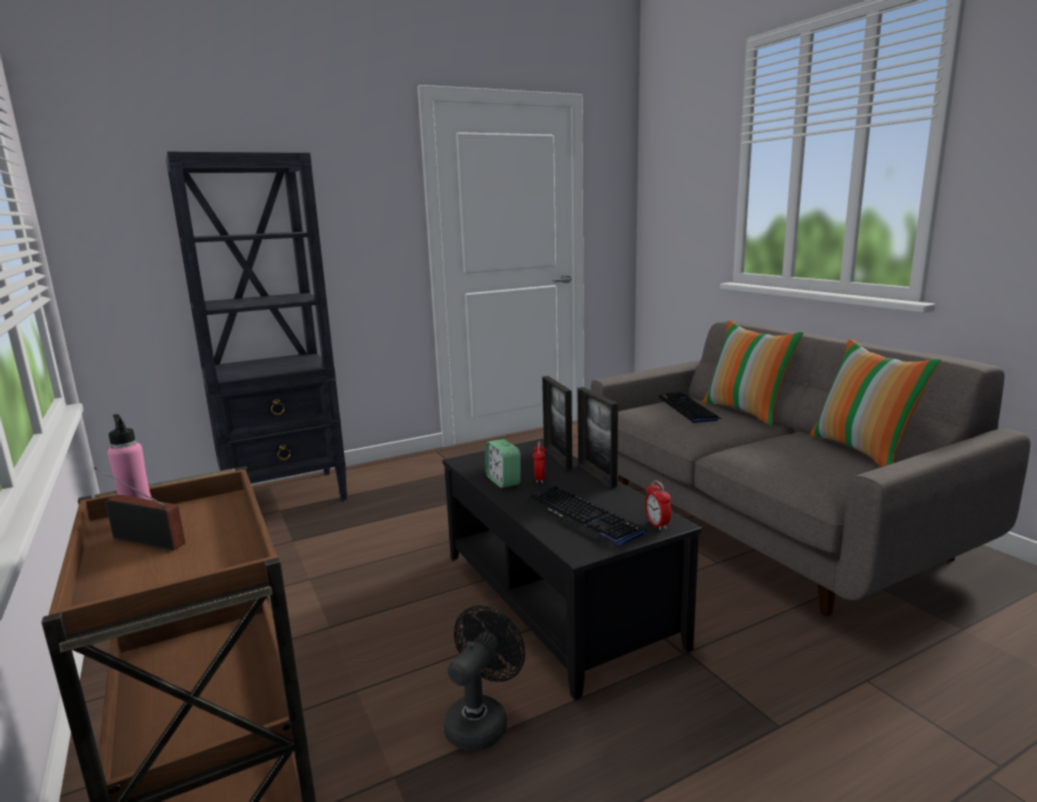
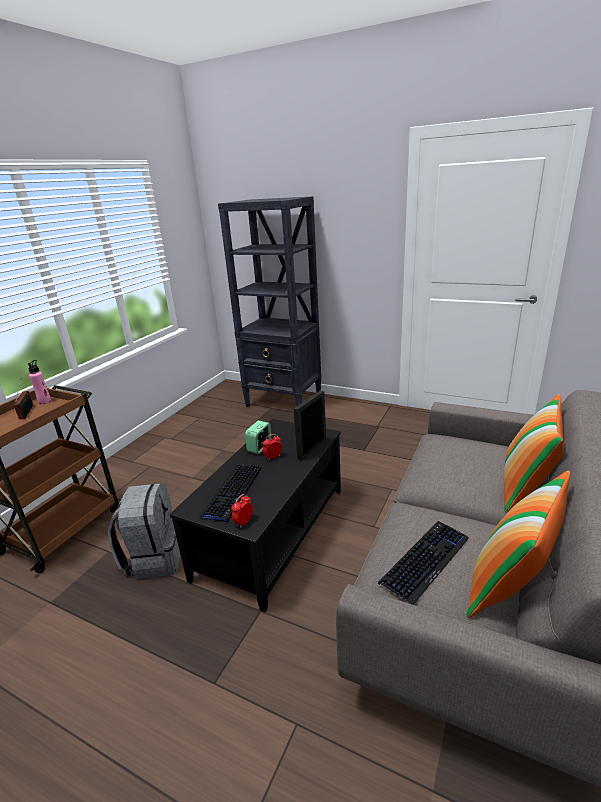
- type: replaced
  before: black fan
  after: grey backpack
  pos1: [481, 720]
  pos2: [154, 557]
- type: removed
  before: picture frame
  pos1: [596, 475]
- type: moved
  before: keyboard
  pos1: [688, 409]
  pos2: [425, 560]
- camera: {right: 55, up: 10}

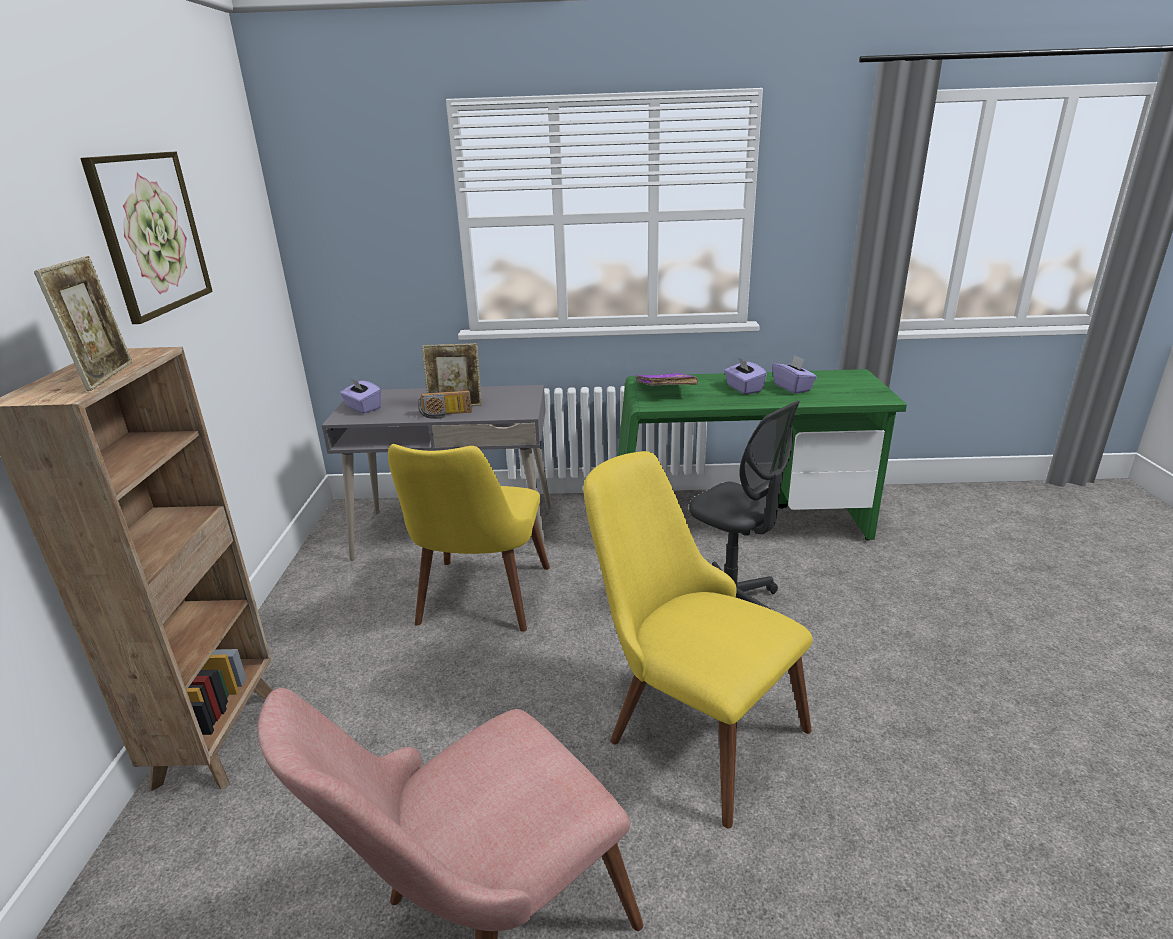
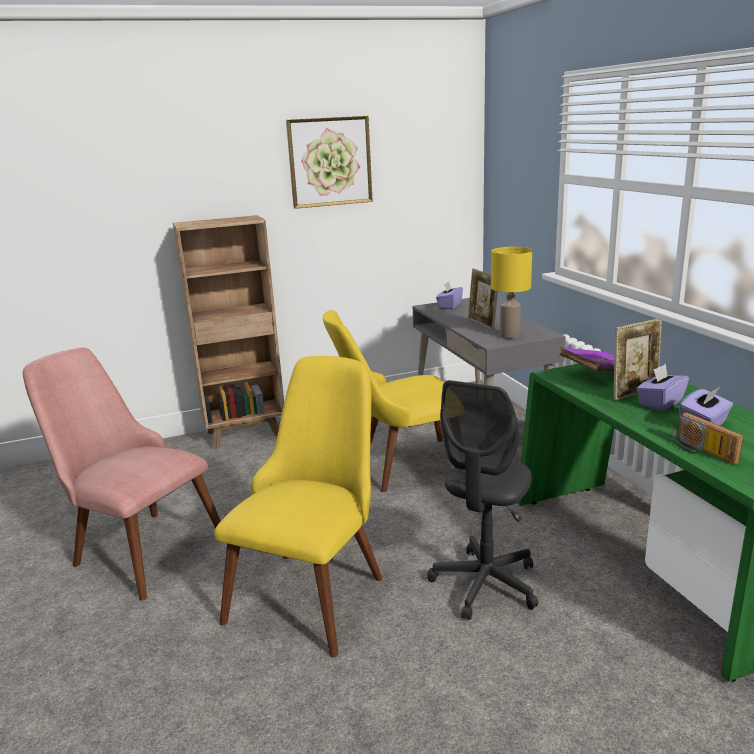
- type: moved
  before: picture frame
  pos1: [107, 376]
  pos2: [634, 393]
- type: moved
  before: radio
  pos1: [445, 415]
  pos2: [700, 451]
- type: added
  after: yellow table lamp
  pos2: [509, 336]
- camera: {right: 70, up: -5}

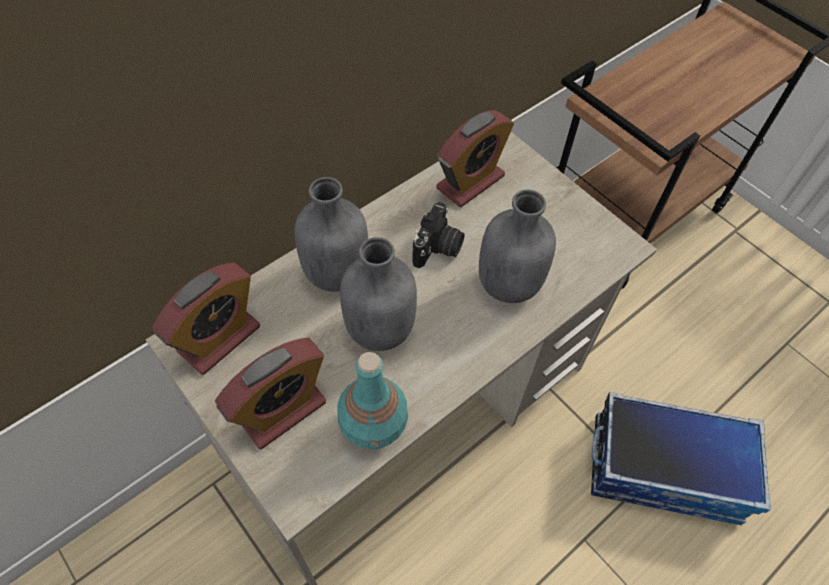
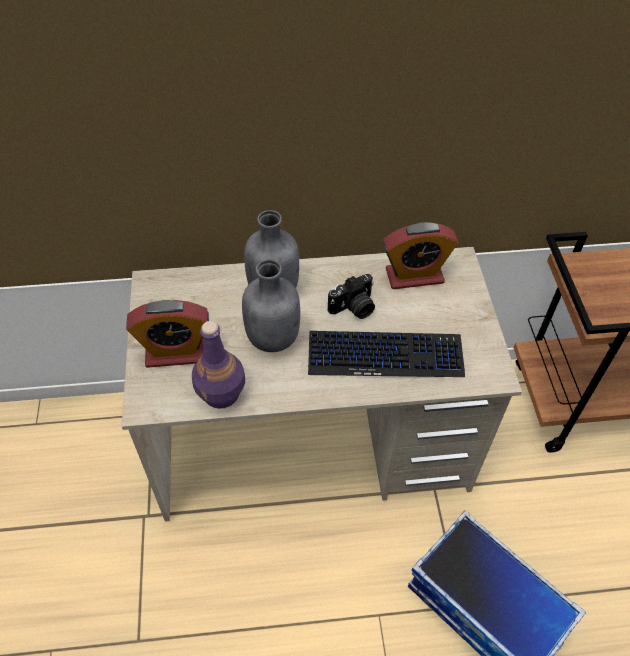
- type: removed
  before: alarm clock
  pos1: [219, 338]
- type: recoloured
  before: turquoise bottle
  after: purple bottle
  pos1: [374, 426]
  pos2: [222, 393]
- type: replaced
  before: grey bottle
  after: keyboard
  pos1: [509, 283]
  pos2: [385, 355]
- camera: {right: 35, up: -5}

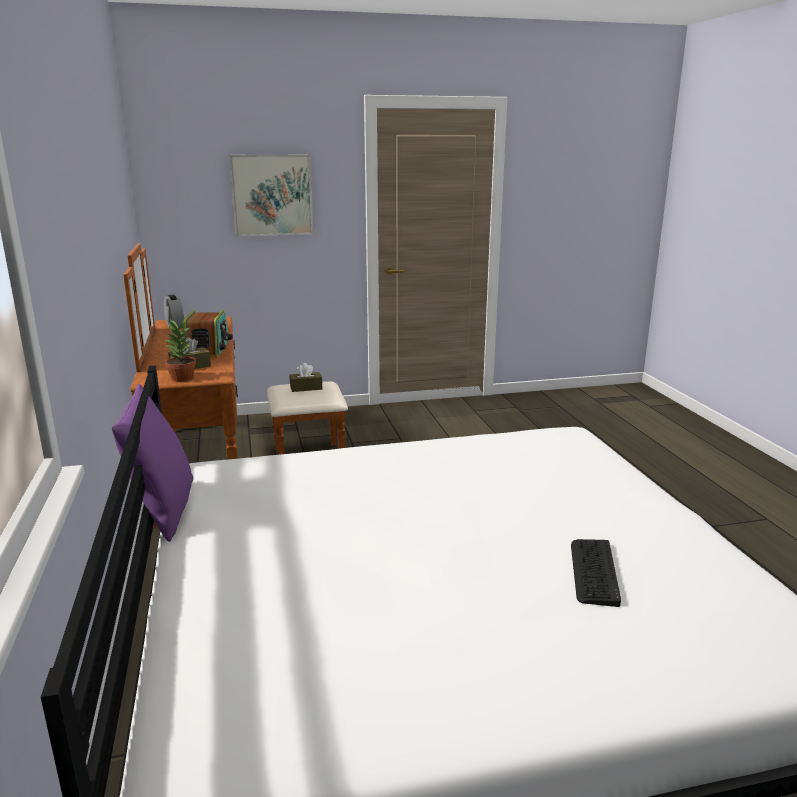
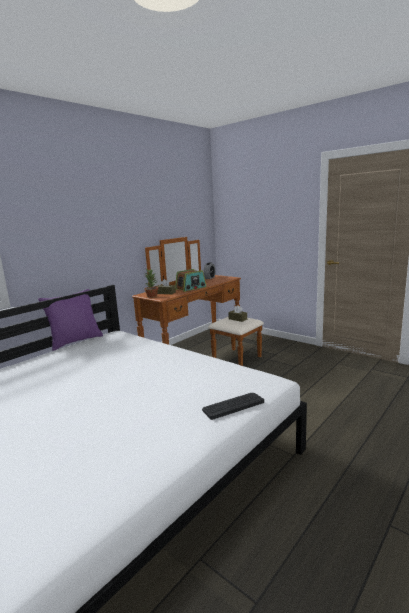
- type: removed
  before: picture
  pos1: [272, 195]
- type: moved
  before: keyboard
  pos1: [593, 572]
  pos2: [233, 405]
- camera: {right: 55, up: -5}

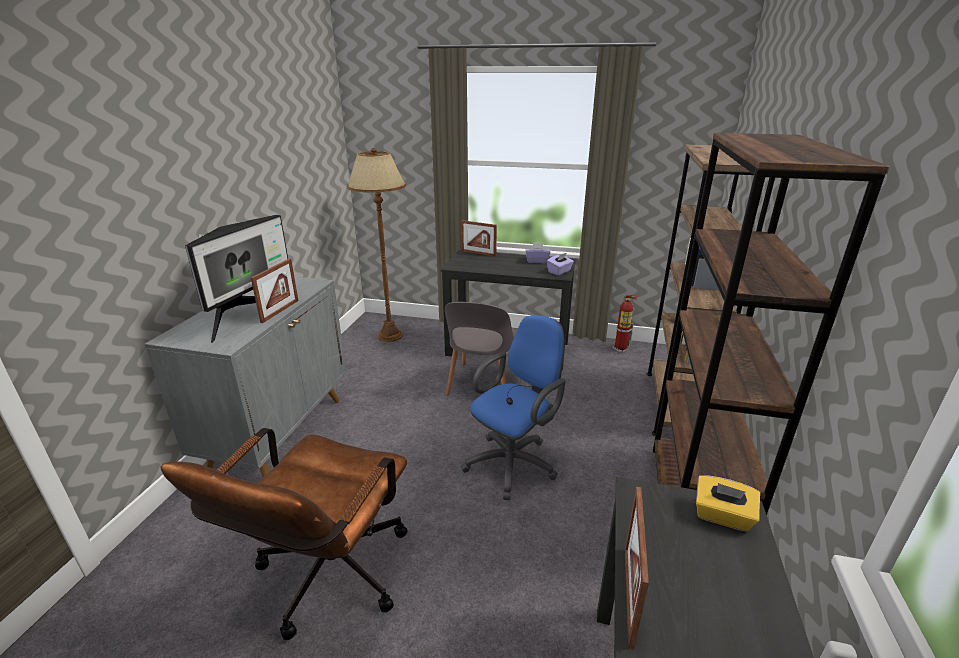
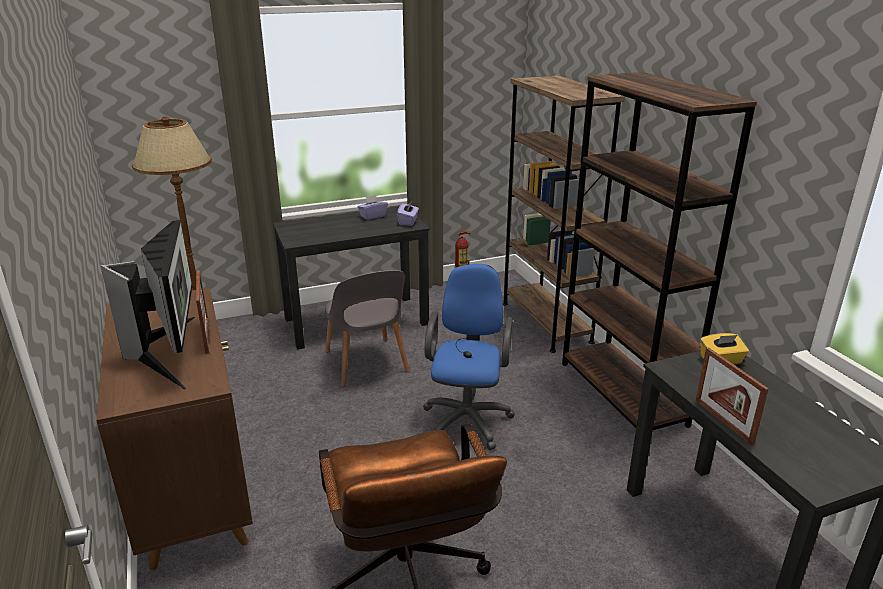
- type: recoloured
  before: grey cabinet
  after: brown cabinet
  pos1: [279, 431]
  pos2: [193, 493]
- type: removed
  before: picture frame
  pos1: [478, 253]
- camera: {right: -35, up: 0}

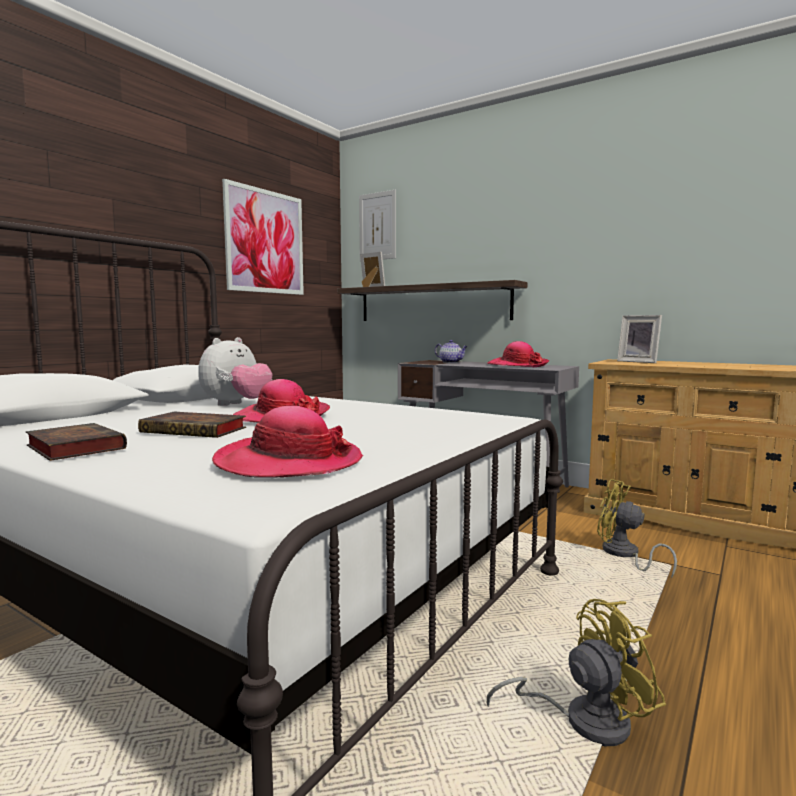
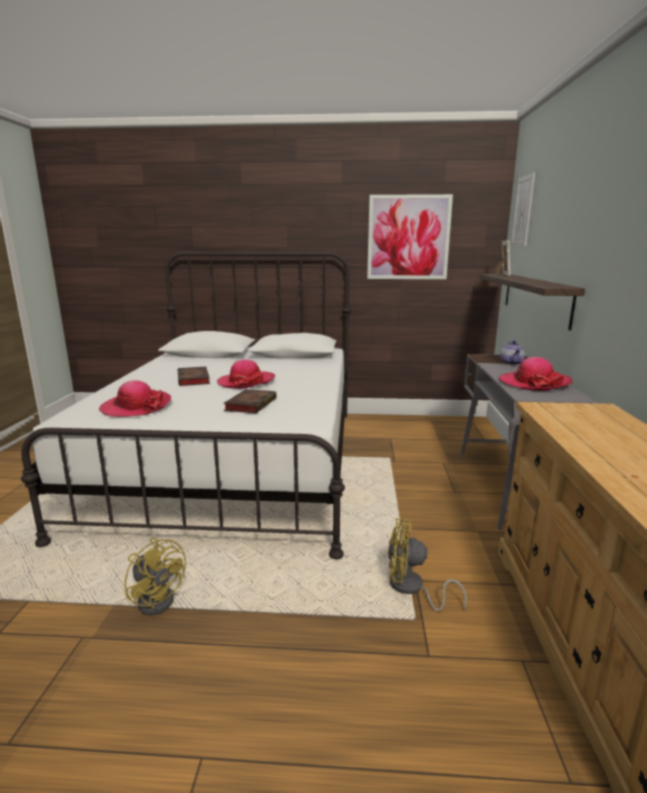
- type: moved
  before: book
  pos1: [73, 447]
  pos2: [251, 404]
- type: removed
  before: plush toy
  pos1: [236, 404]
- type: turned
  before: yellow fan
  pos1: [624, 555]
  pos2: [411, 589]
  turn: -90
- type: removed
  before: picture frame
  pos1: [639, 362]
- camera: {right: 60, up: 10}

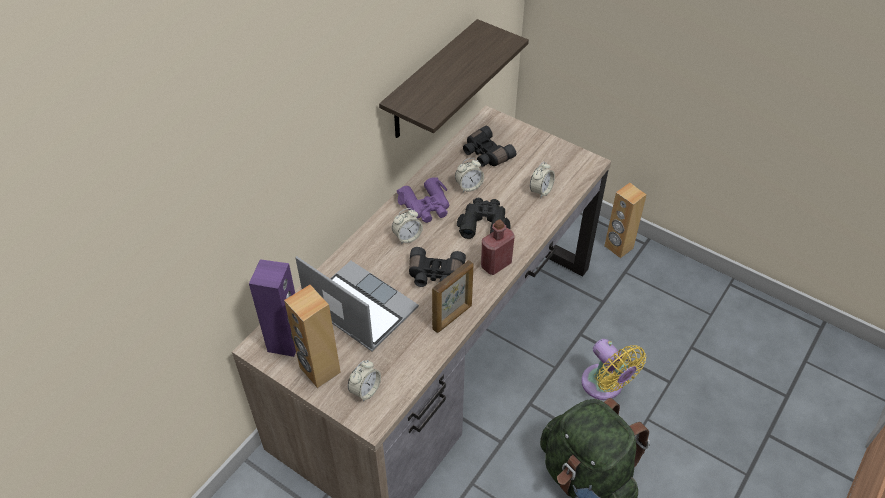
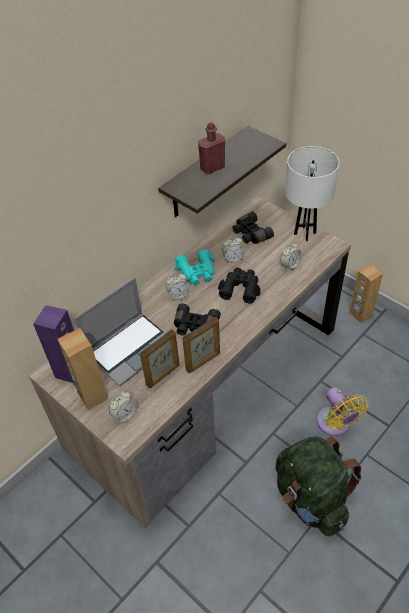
- type: turned
  before: laptop
  pos1: [358, 307]
  pos2: [131, 348]
  turn: 90
- type: recoloured
  before: purple binoculars
  after: turquoise binoculars
  pos1: [426, 206]
  pos2: [197, 272]
- type: moved
  before: red bottle
  pos1: [496, 264]
  pos2: [212, 168]
- type: added
  after: picture frame
  pos2: [163, 375]
- type: added
  after: white table lamp
  pos2: [305, 233]
- camera: {right: 10, up: 0}

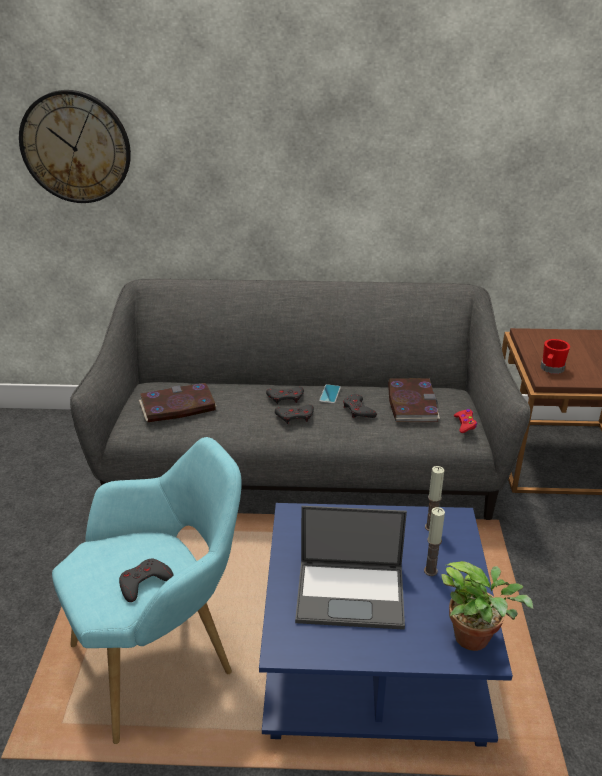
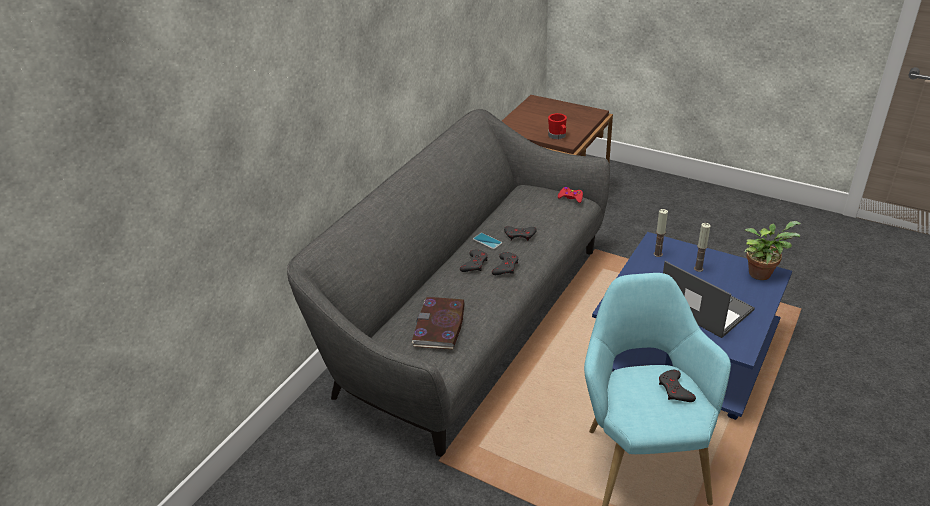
- type: removed
  before: wall clock
  pos1: [76, 147]
- type: turned
  before: laptop
  pos1: [352, 593]
  pos2: [704, 306]
  turn: -75
- type: removed
  before: book
  pos1: [411, 403]
- camera: {right: -60, up: 5}

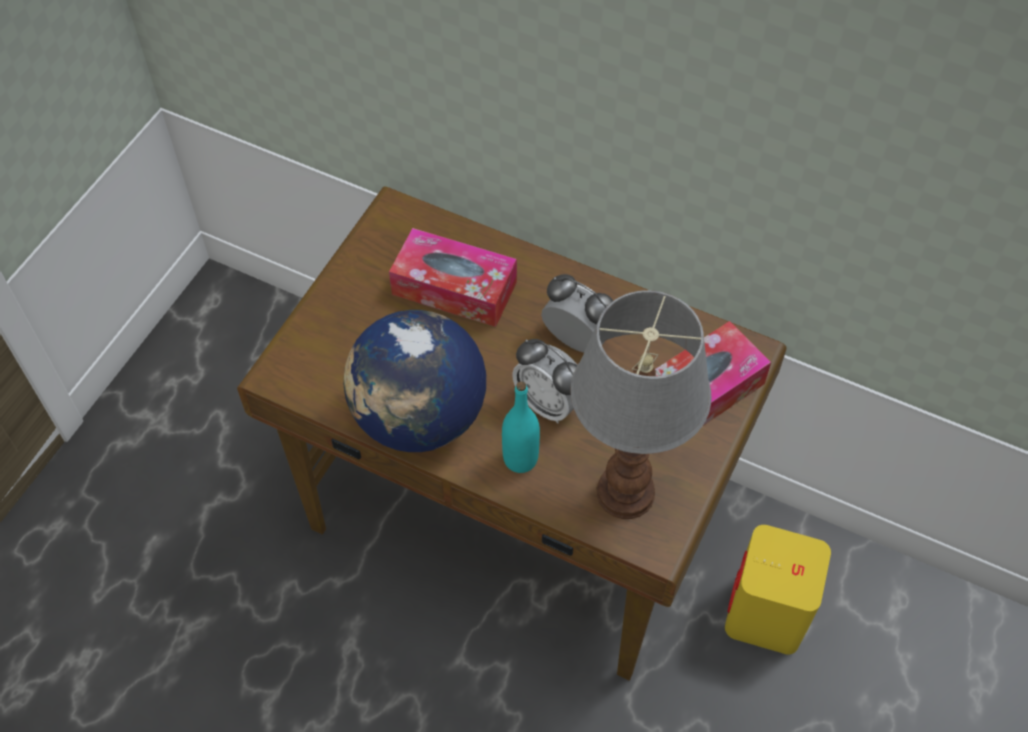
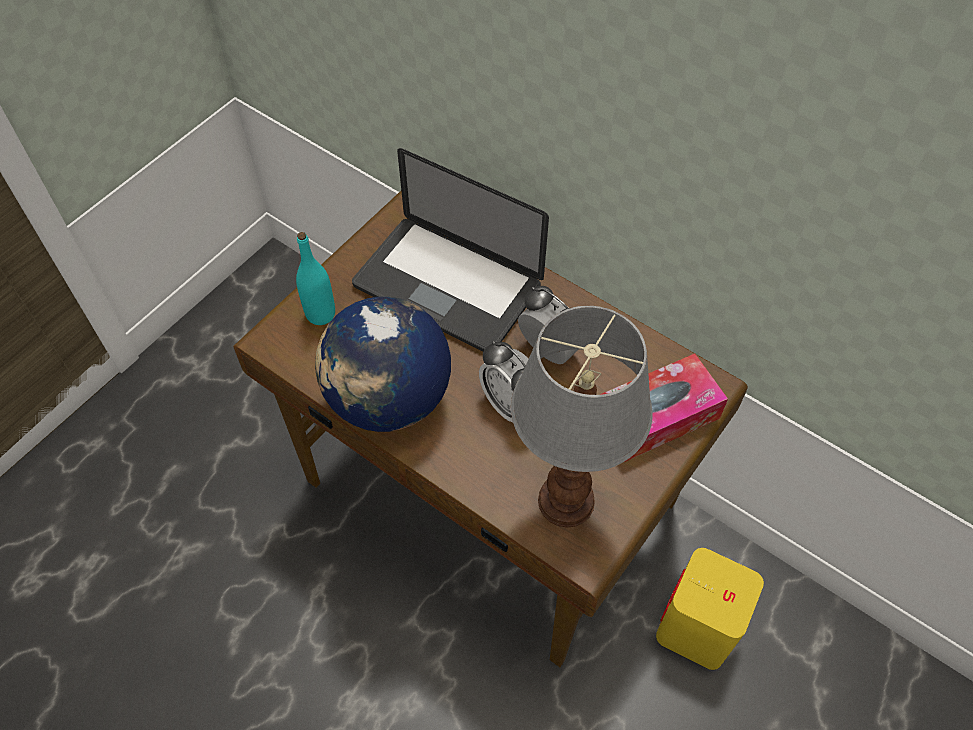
- type: replaced
  before: tissue box
  after: laptop
  pos1: [454, 288]
  pos2: [447, 286]
- type: moved
  before: turquoise bottle
  pos1: [520, 459]
  pos2: [320, 314]
- camera: {right: 10, up: 0}

